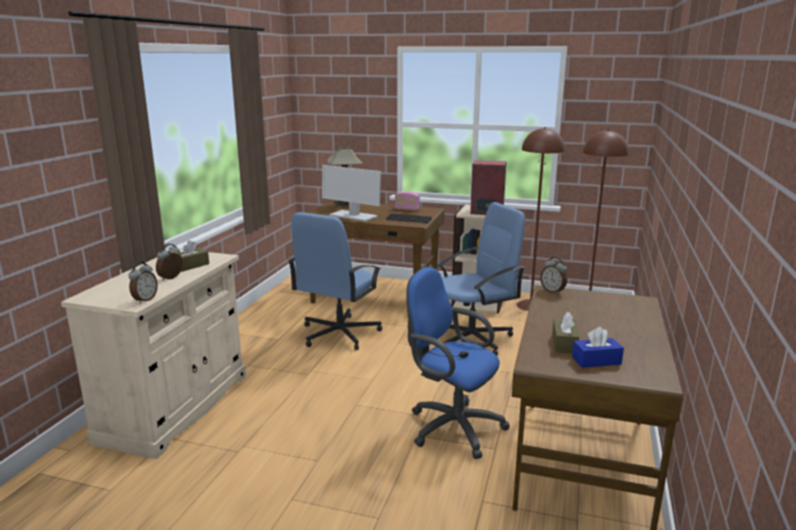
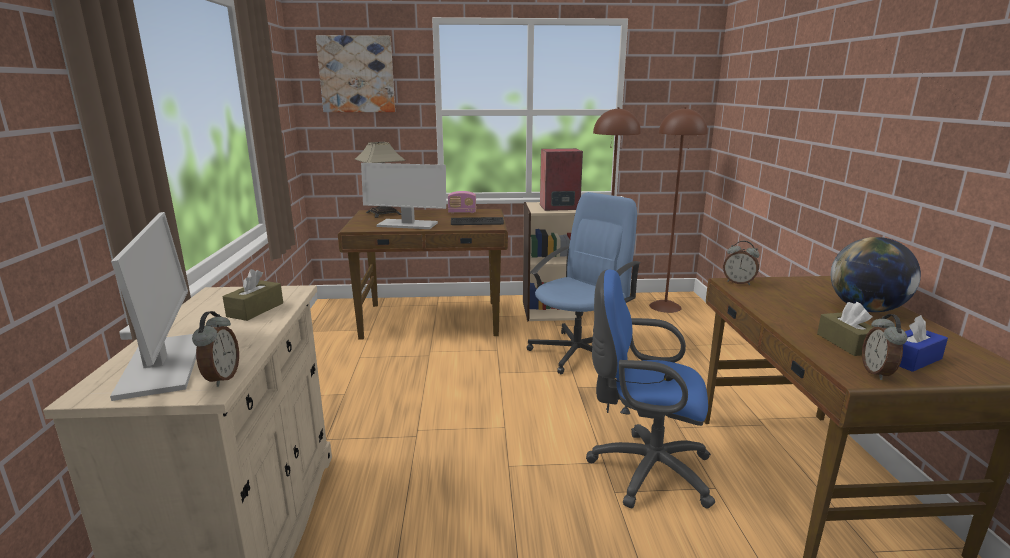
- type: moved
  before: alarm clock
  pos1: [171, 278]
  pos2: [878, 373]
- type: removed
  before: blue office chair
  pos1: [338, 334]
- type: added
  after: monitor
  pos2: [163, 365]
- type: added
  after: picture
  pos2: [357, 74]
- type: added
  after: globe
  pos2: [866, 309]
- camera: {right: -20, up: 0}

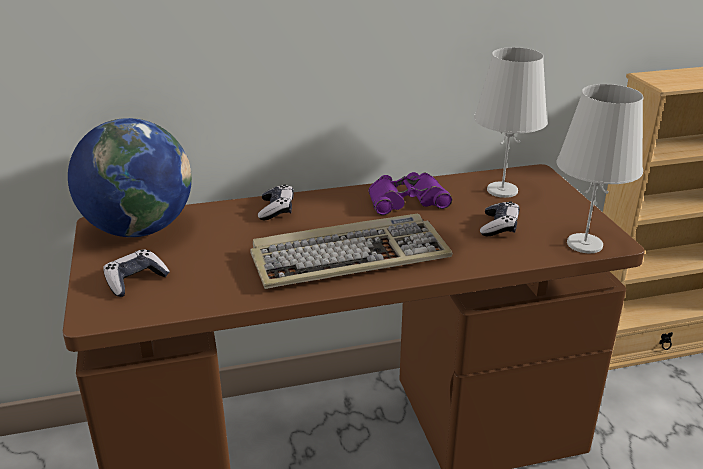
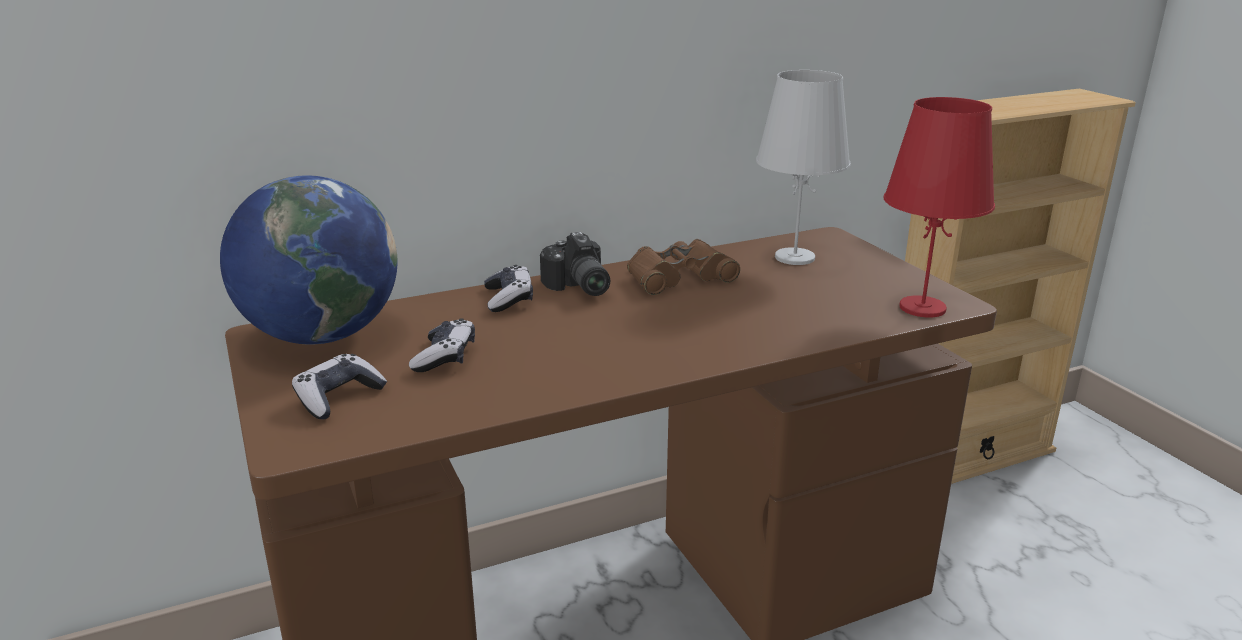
- type: removed
  before: keyboard
  pos1: [350, 256]
- type: recoloured
  before: purple binoculars
  after: brown binoculars
  pos1: [406, 201]
  pos2: [678, 277]
- type: moved
  before: game controller
  pos1: [499, 226]
  pos2: [445, 357]
- type: recoloured
  before: white table lamp
  after: red table lamp
  pos1: [585, 244]
  pos2: [923, 308]
- type: added
  after: photo camera
  pos2: [577, 287]
- camera: {right: -10, up: -5}

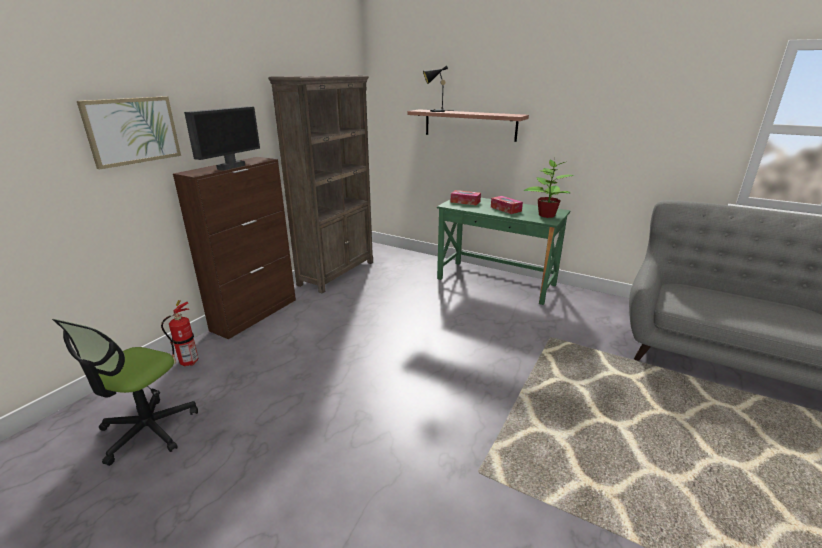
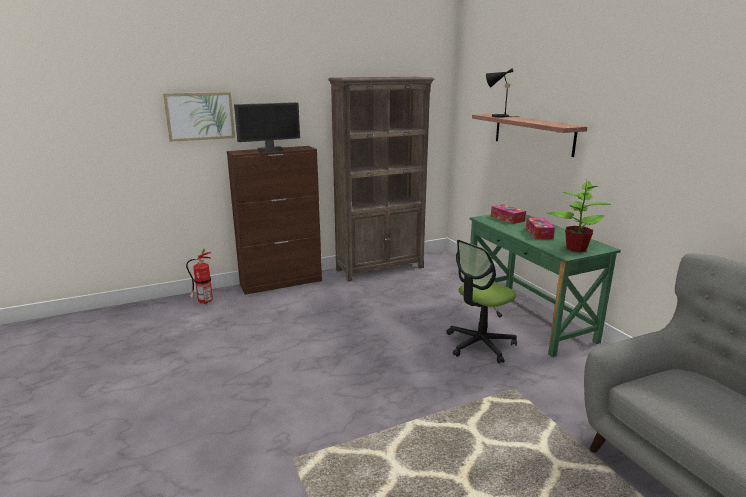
- type: moved
  before: office chair
  pos1: [148, 430]
  pos2: [480, 344]
- camera: {right: 35, up: -5}

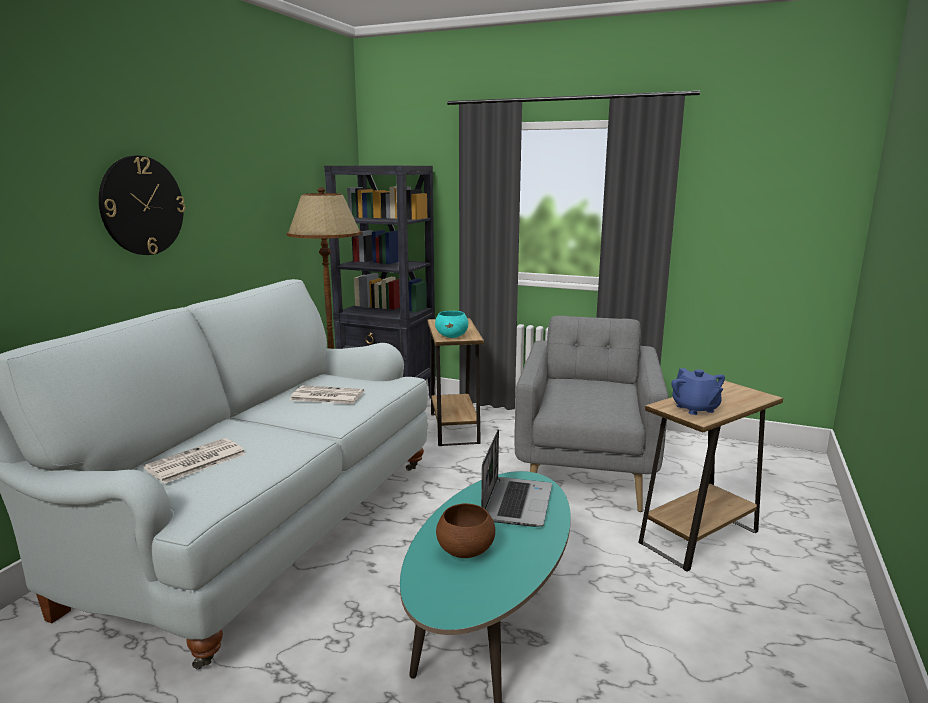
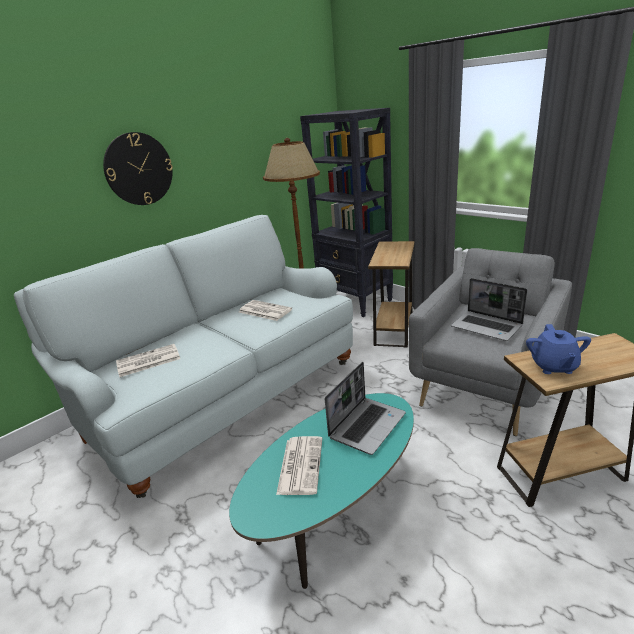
- type: removed
  before: turquoise bowl
  pos1: [452, 336]
- type: replaced
  before: brown bowl
  after: newspaper
  pos1: [465, 551]
  pos2: [300, 464]
- type: added
  after: laptop
  pos2: [487, 327]
- camera: {right: 25, up: 10}

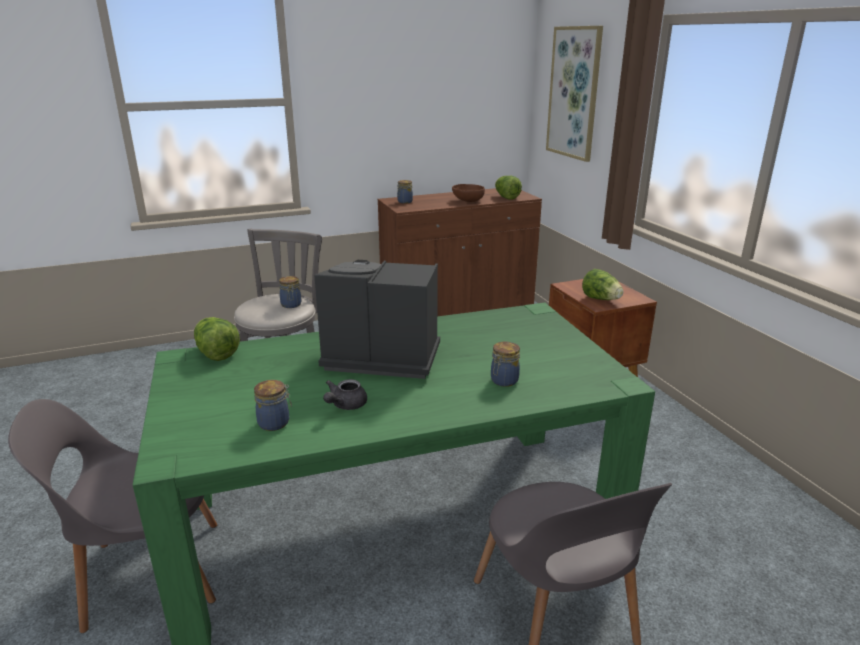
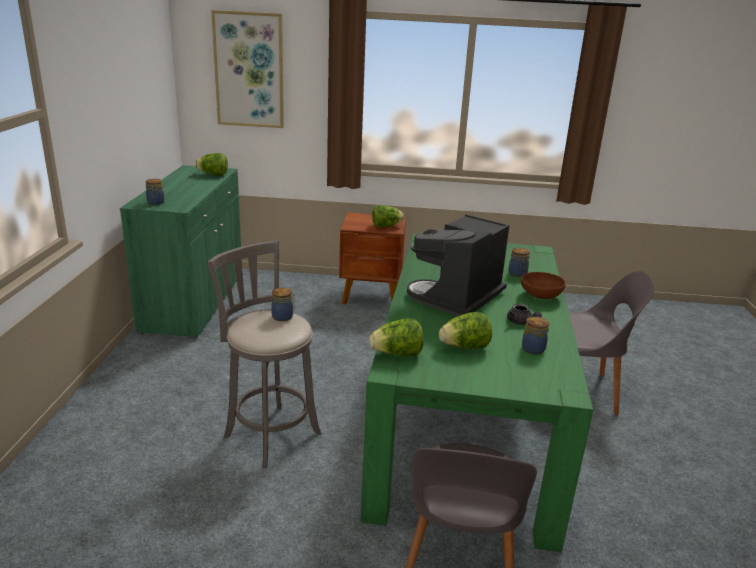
- type: recoloured
  before: brown cabinet
  after: green cabinet
  pos1: [457, 313]
  pos2: [194, 302]
- type: moved
  before: brown bowl
  pos1: [467, 201]
  pos2: [540, 296]
- type: added
  after: lettuce
  pos2: [464, 347]
- camera: {right: -65, up: 0}

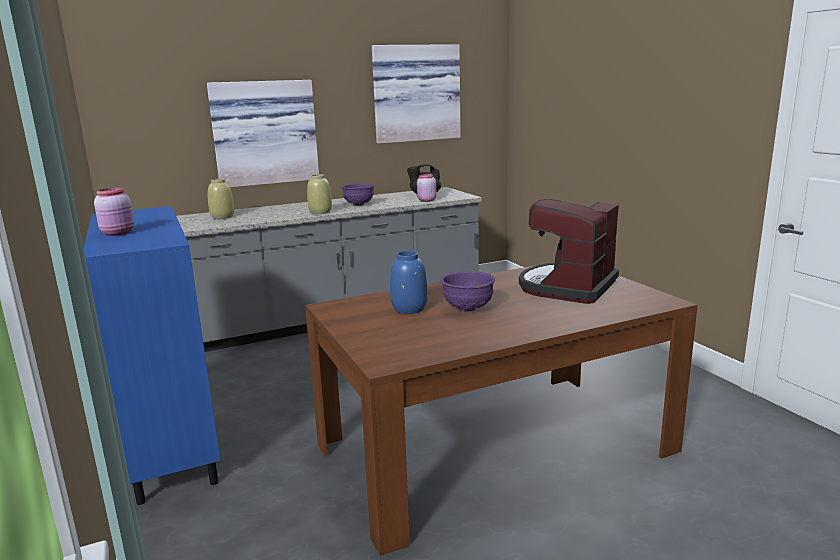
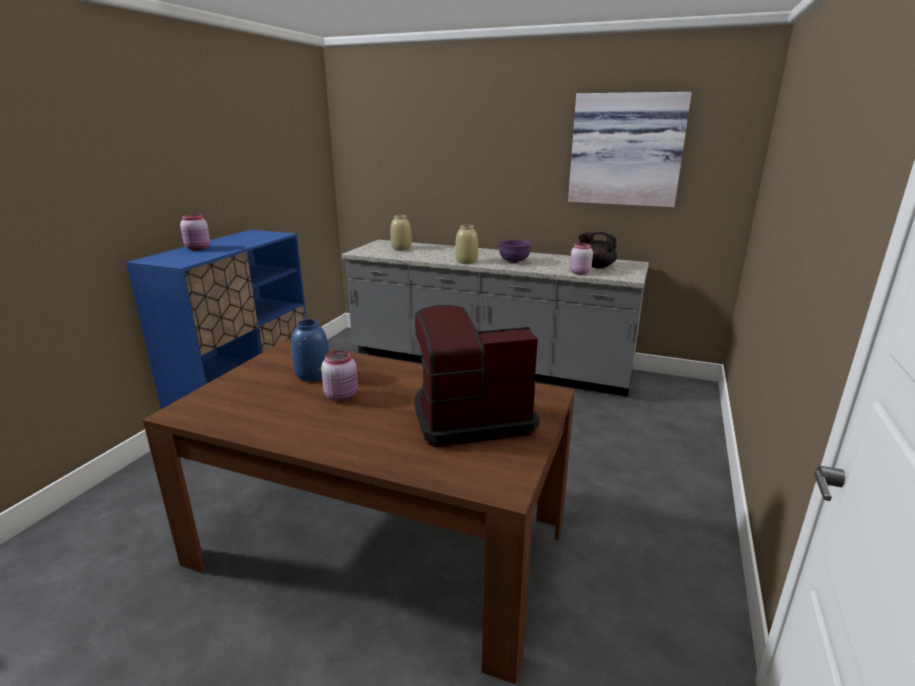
- type: removed
  before: picture
  pos1: [264, 133]
- type: replaced
  before: purple bowl
  after: pink jar
  pos1: [468, 308]
  pos2: [342, 396]
- camera: {right: 45, up: 5}

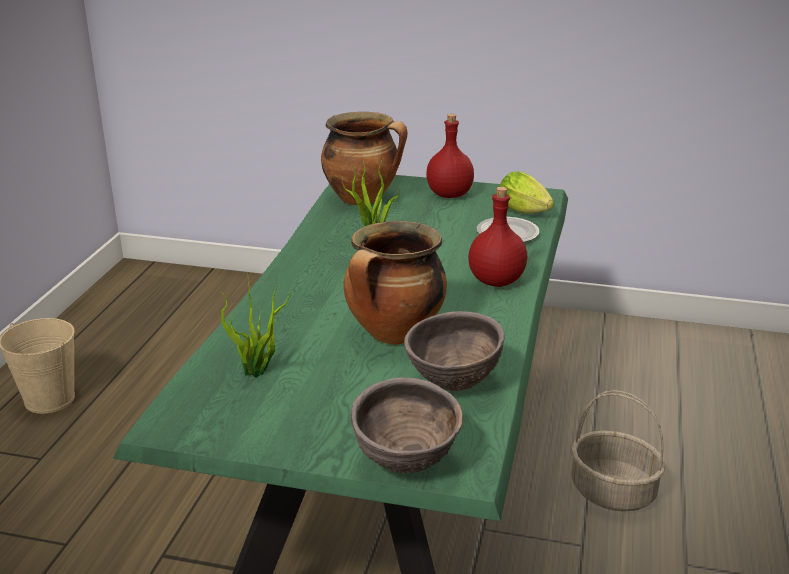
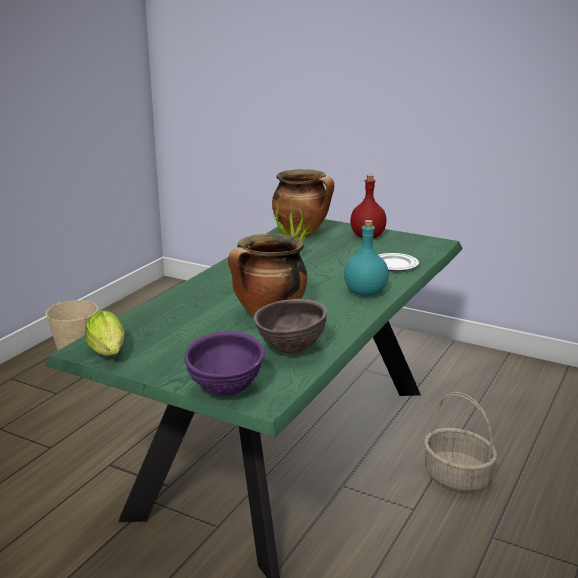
- type: removed
  before: potted plant
  pos1: [258, 372]
- type: recoloured
  before: brown bowl
  after: purple bowl
  pos1: [405, 464]
  pos2: [225, 392]
- type: recoloured
  before: red bottle
  after: turquoise bottle
  pos1: [497, 281]
  pos2: [366, 293]
- type: moved
  before: lettuce
  pos1: [526, 212]
  pos2: [109, 354]
- camera: {right: 15, up: -5}

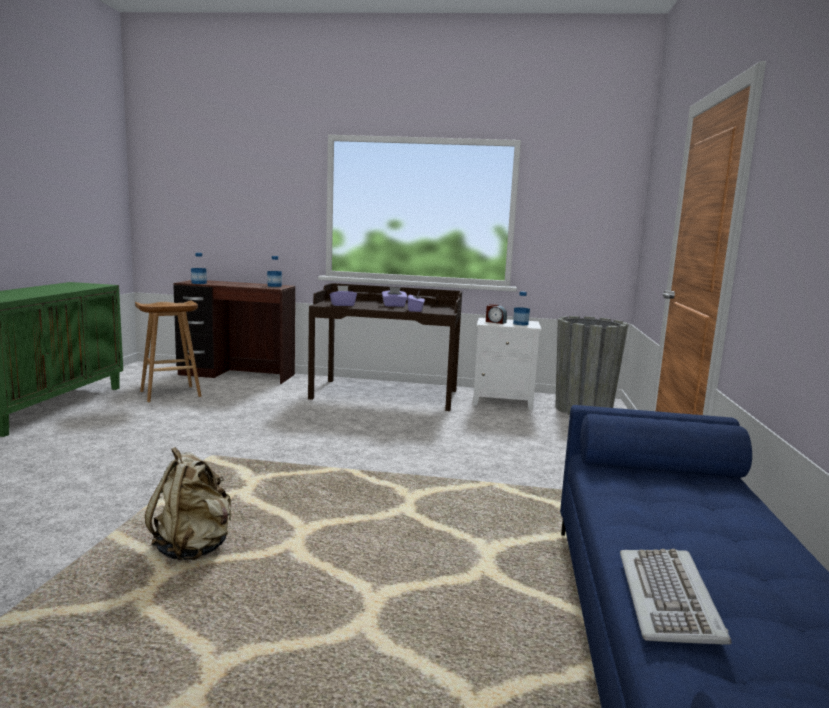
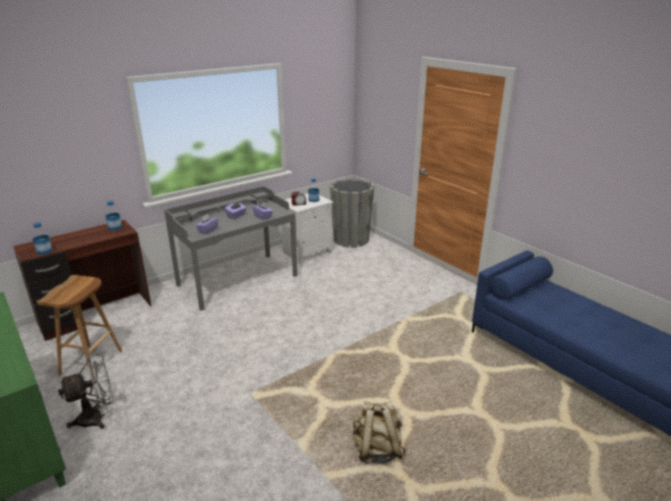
- type: recoloured
  before: brown desk
  after: grey desk
  pos1: [385, 394]
  pos2: [237, 280]
- type: removed
  before: keyboard
  pos1: [669, 599]
- type: added
  after: grey fan
  pos2: [97, 417]
- camera: {right: -45, up: 15}

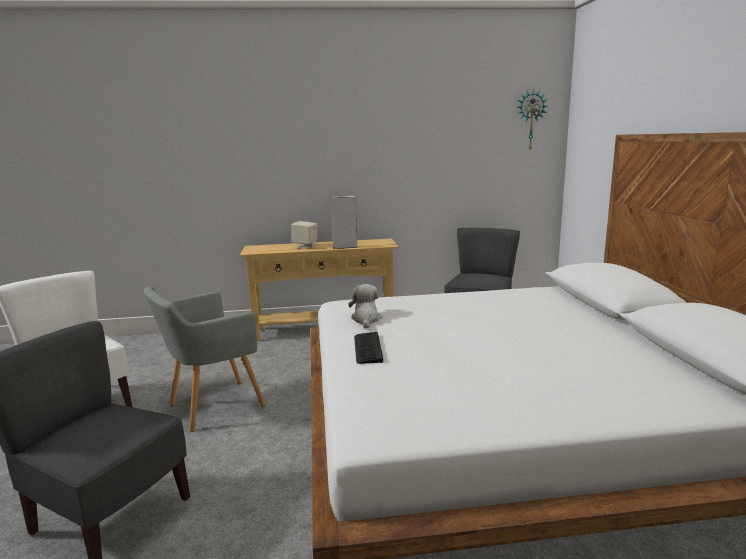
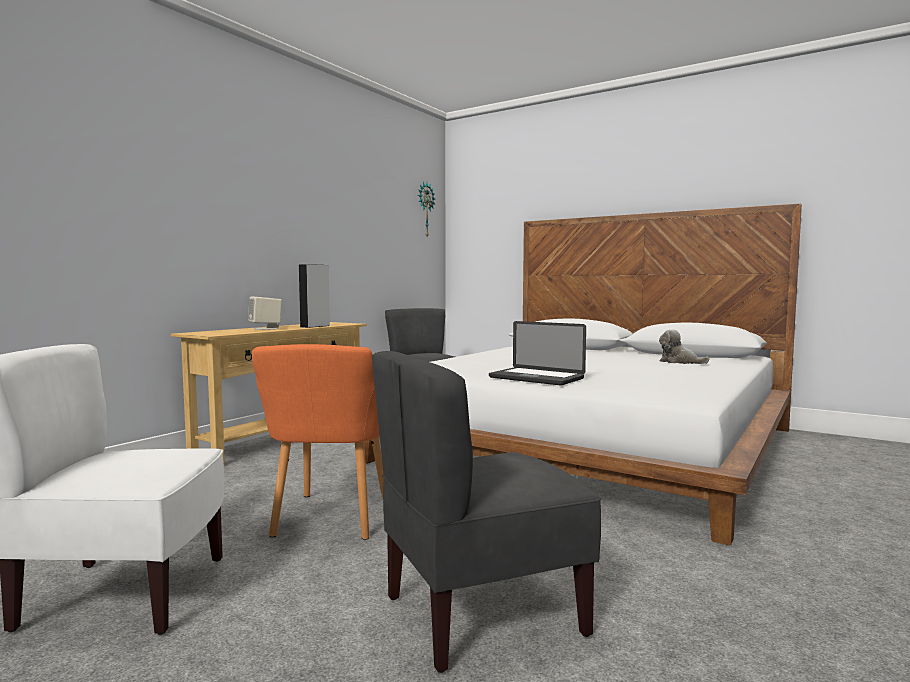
- type: recoloured
  before: grey armchair
  after: orange armchair
  pos1: [212, 406]
  pos2: [330, 518]
- type: moved
  before: plush toy
  pos1: [366, 319]
  pos2: [679, 362]
- type: replaced
  before: keyboard
  after: laptop
  pos1: [367, 348]
  pos2: [536, 378]
- camera: {right: -50, up: -10}

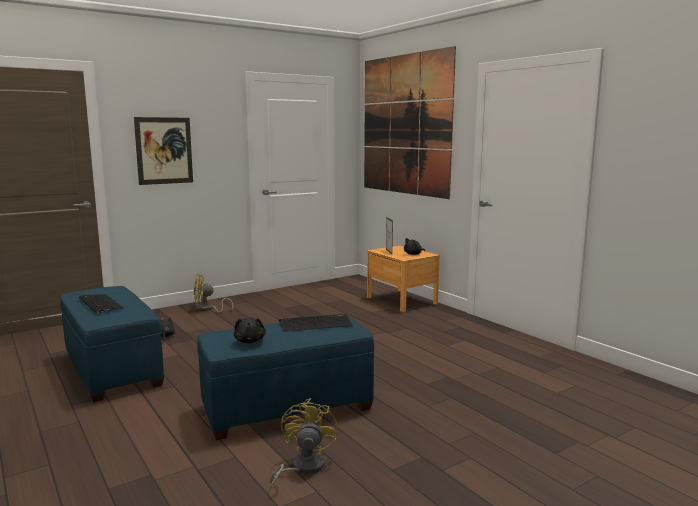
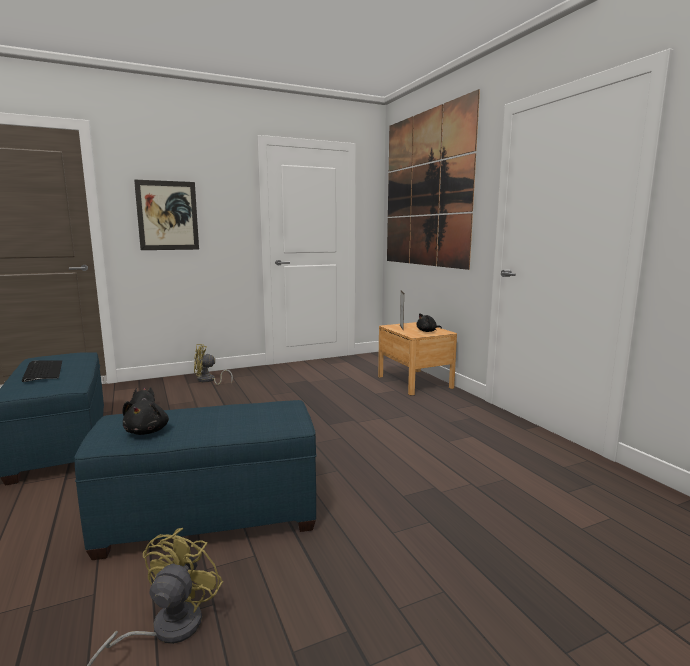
- type: removed
  before: keyboard
  pos1: [316, 324]
- camera: {right: 10, up: 0}

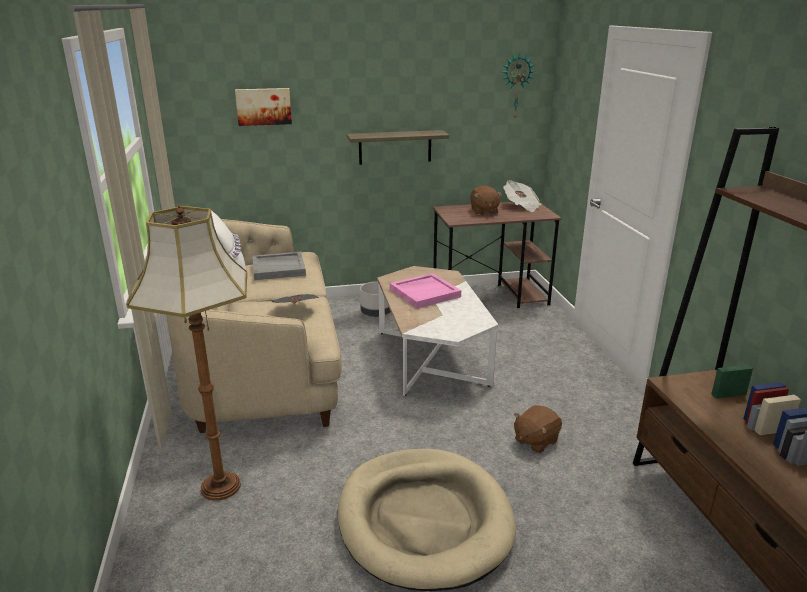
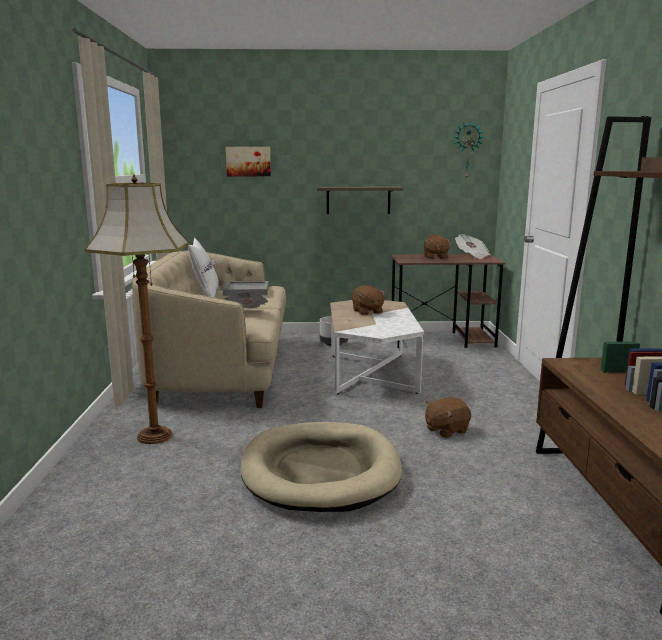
- type: replaced
  before: pink tray
  after: brown plush toy
  pos1: [425, 293]
  pos2: [367, 312]
- camera: {right: 10, up: -10}

